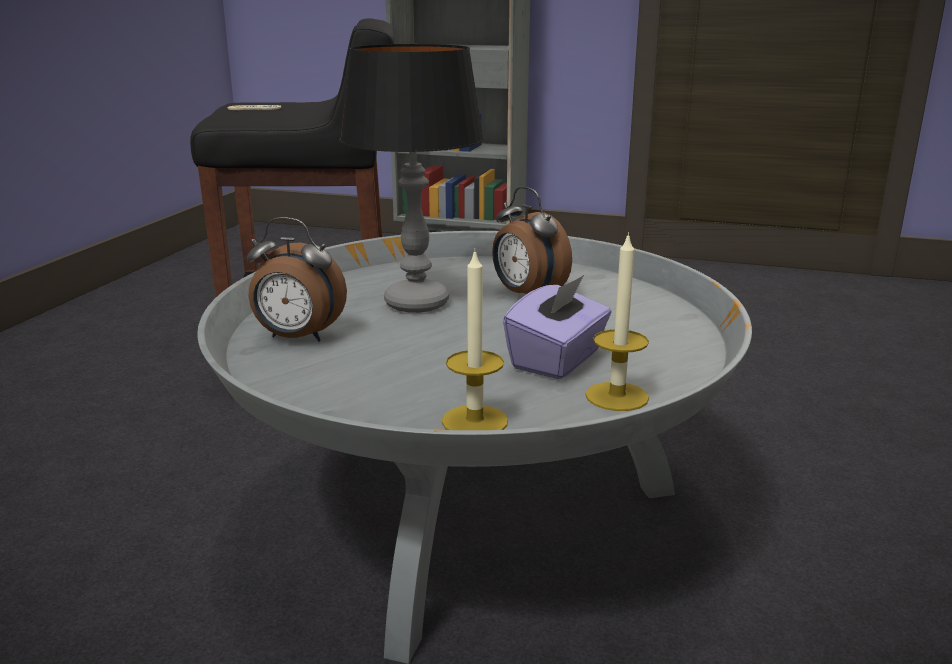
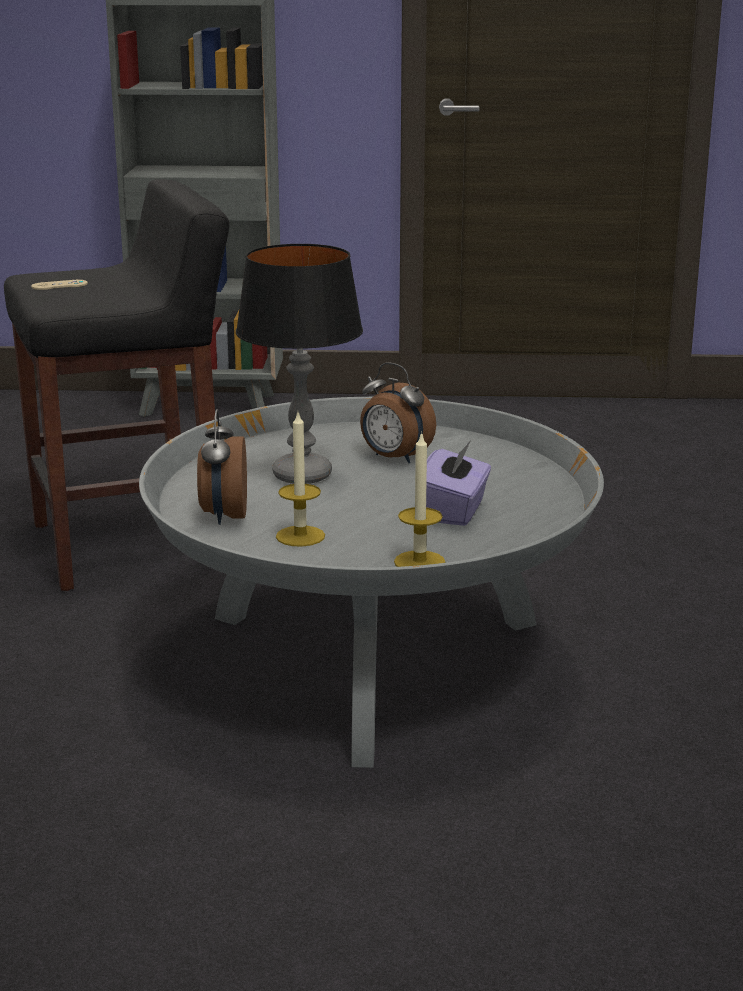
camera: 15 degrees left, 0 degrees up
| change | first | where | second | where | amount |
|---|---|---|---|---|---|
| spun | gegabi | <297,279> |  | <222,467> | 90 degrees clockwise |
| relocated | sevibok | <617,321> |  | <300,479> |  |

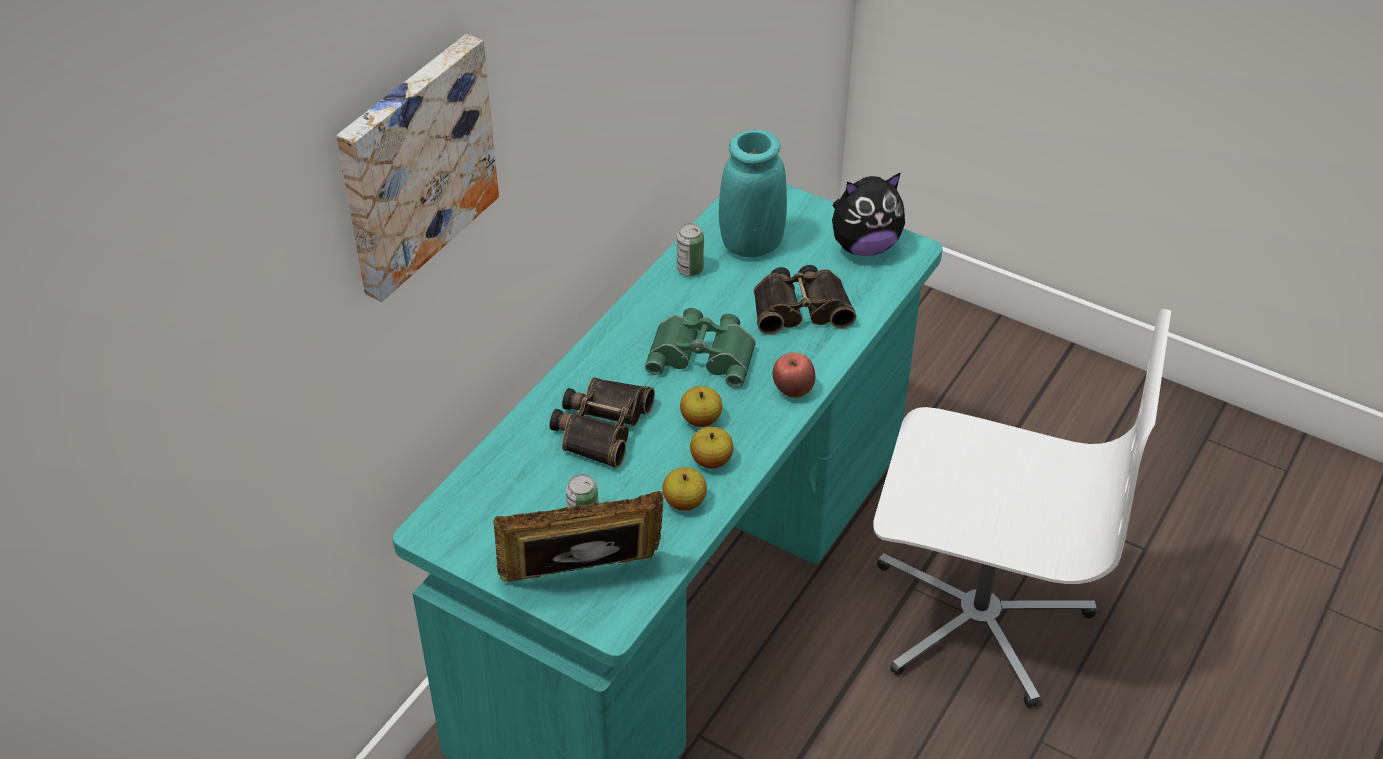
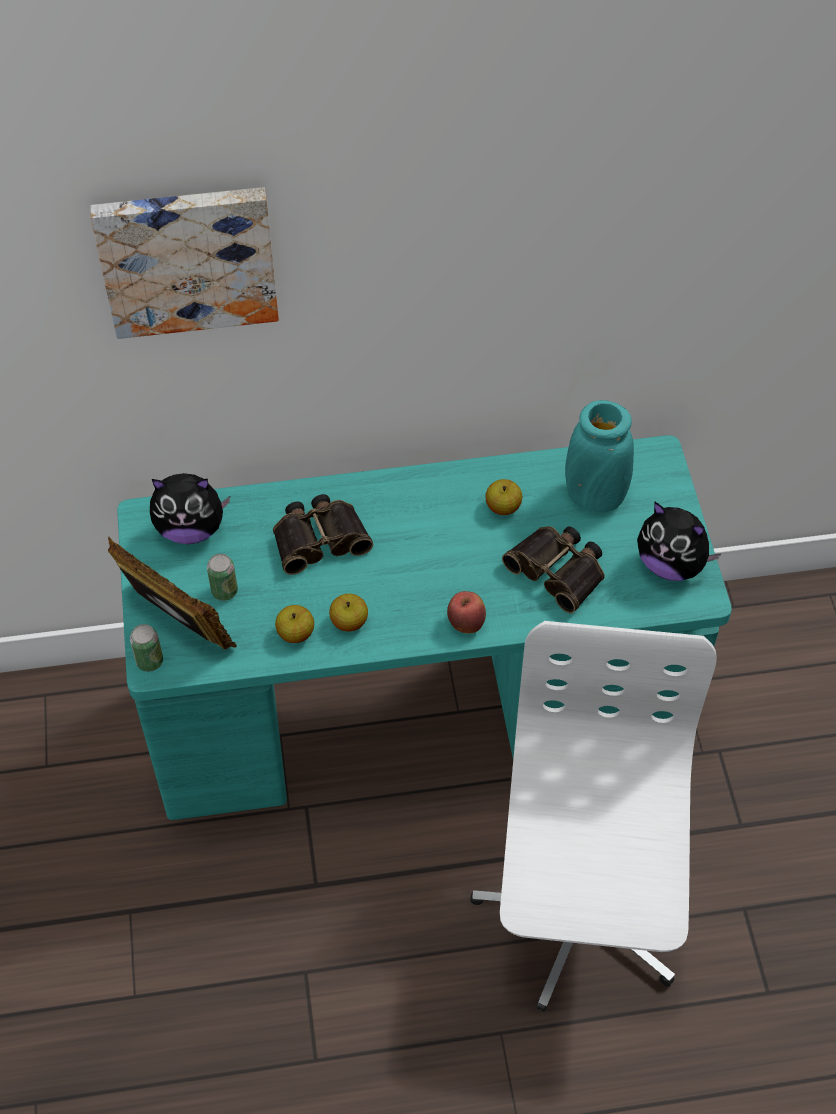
camera: 50 degrees right, 10 degrees up
| change | first | where | second | where | amount |
|---|---|---|---|---|---|
| missing | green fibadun | <700,348> |  |  |  |
| relocated | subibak | <690,249> |  | <146,648> |  |
| relocated | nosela | <701,406> |  | <504,497> |  |
| spun | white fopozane | <1022,508> |  | <593,816> | 150 degrees counterclockwise |
| appeared |  |  | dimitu | <190,508> |  |

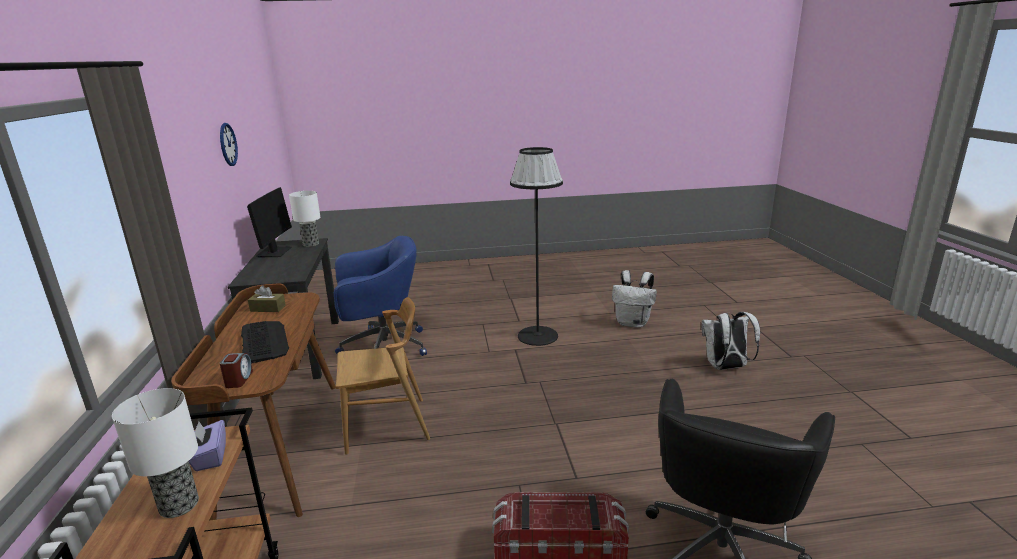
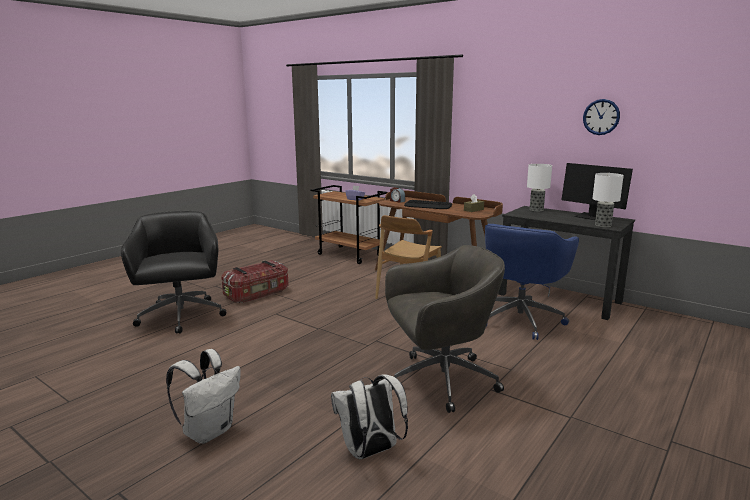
camera: 135 degrees right, 5 degrees down
| change | first | where | second | where | amount |
|---|---|---|---|---|---|
| relocated | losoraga | <155,453> |  | <539,187> |  |
| exchanged | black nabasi | <536,246> | grey fopozane | <445,329> |  |

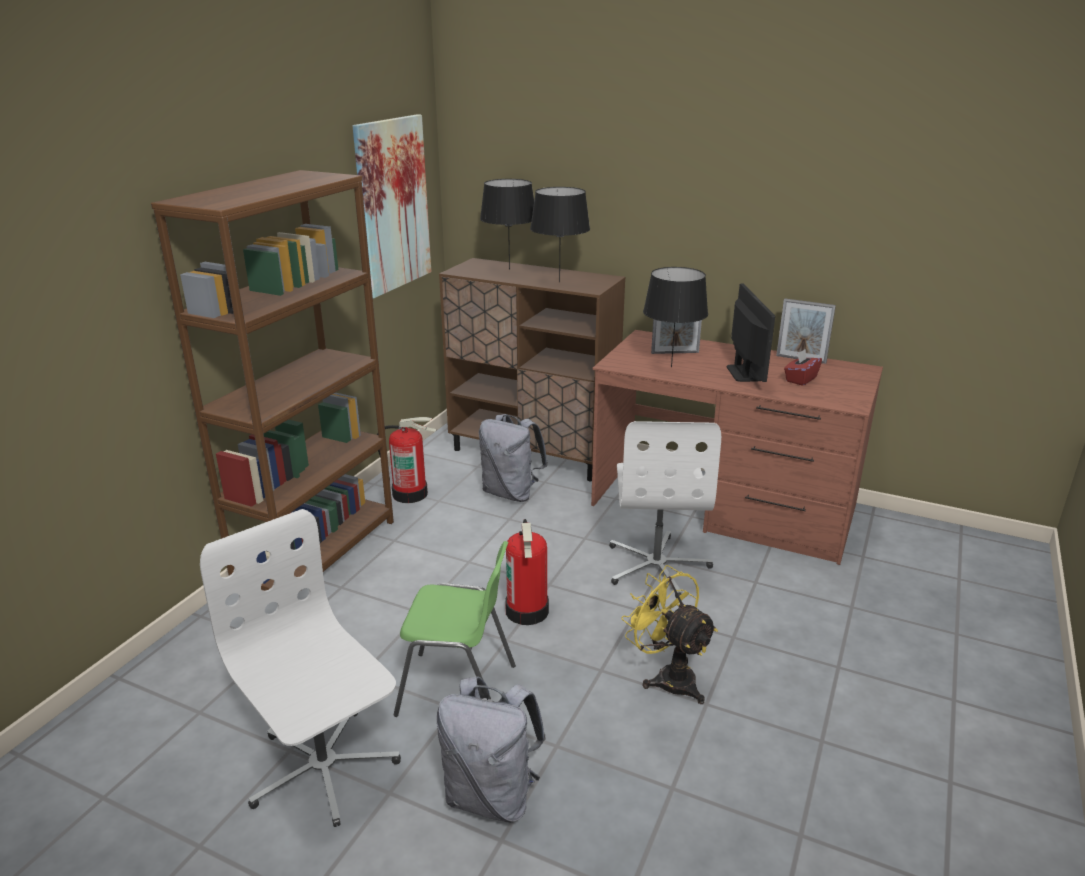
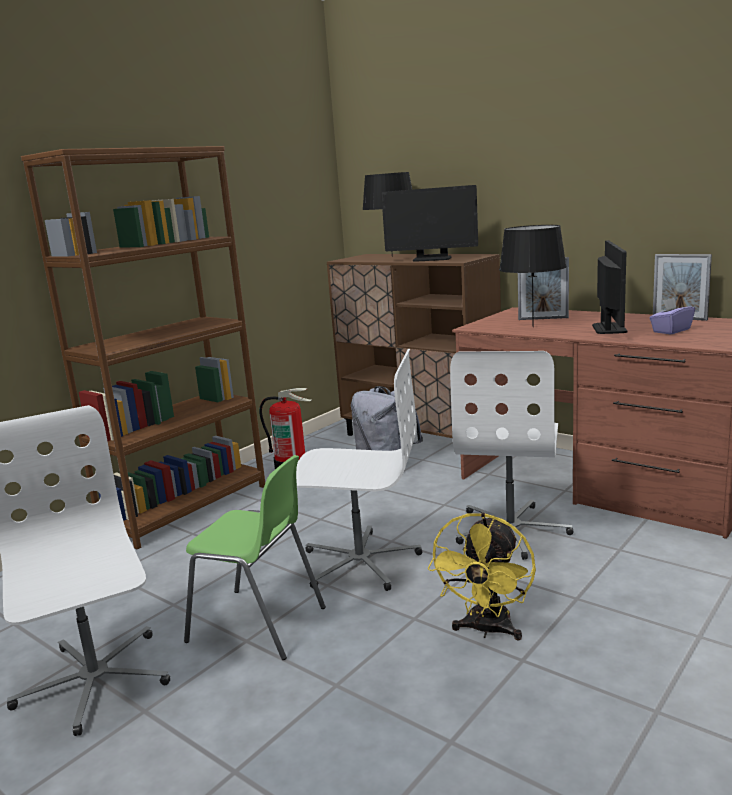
camera: 15 degrees right, 10 degrees down
| change | first | where | second | where | amount |
|---|---|---|---|---|---|
| missing | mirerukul | <392,206> |  |  |  |
| missing | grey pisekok | <491,749> |  |  |  |
| exchanged | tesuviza | <527,572> | white fopozane | <359,470> |  |
| exchanged | black losoraga | <560,234> | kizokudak | <429,223> |  |
| spun | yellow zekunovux | <669,634> |  | <482,577> | 135 degrees counterclockwise |
| colour | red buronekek | <803,368> | purple buronekek | <672,316> |  |

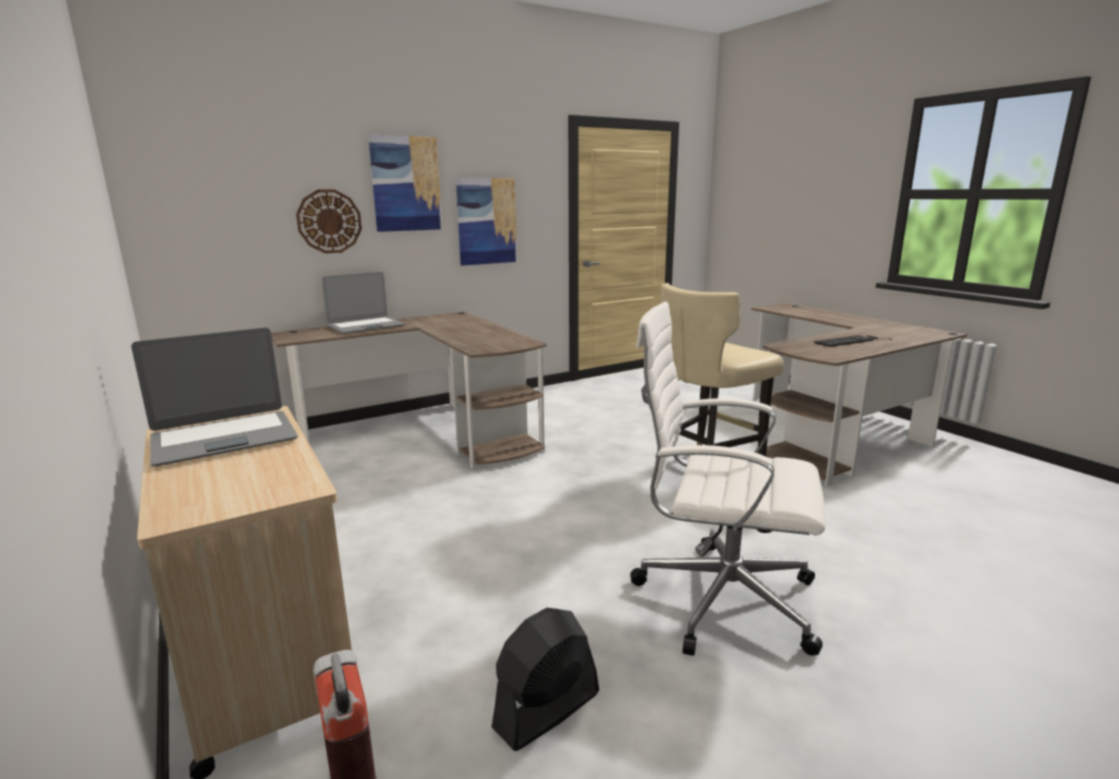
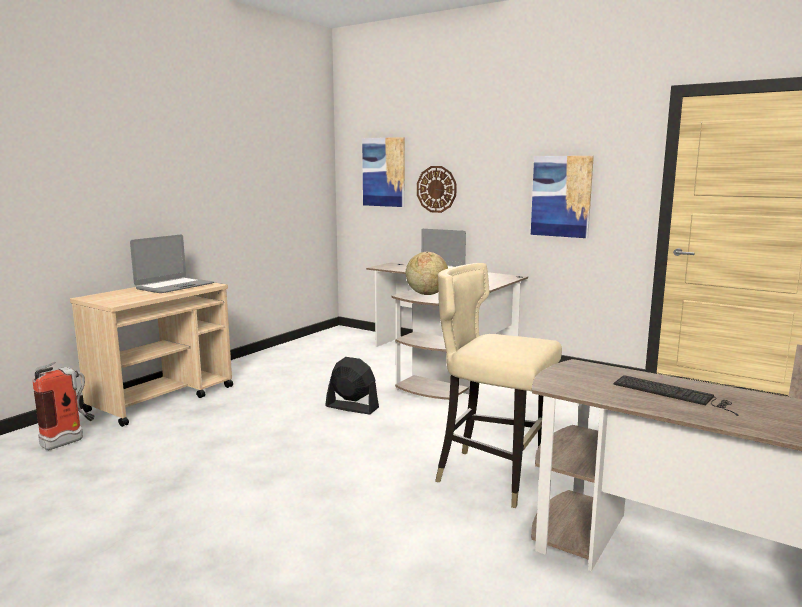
camera: 65 degrees right, 5 degrees down
| change | first | where | second | where | amount |
|---|---|---|---|---|---|
| spun | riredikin | <214,397> |  | <172,264> | 90 degrees counterclockwise |
| relocated | mirerukul | <405,183> |  | <383,172> |  |
| relocated | black zekunovux | <545,679> |  | <352,385> |  |
| missing | white fopozane | <727,479> |  |  |  |
| appeared |  |  | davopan | <427,273> |  |

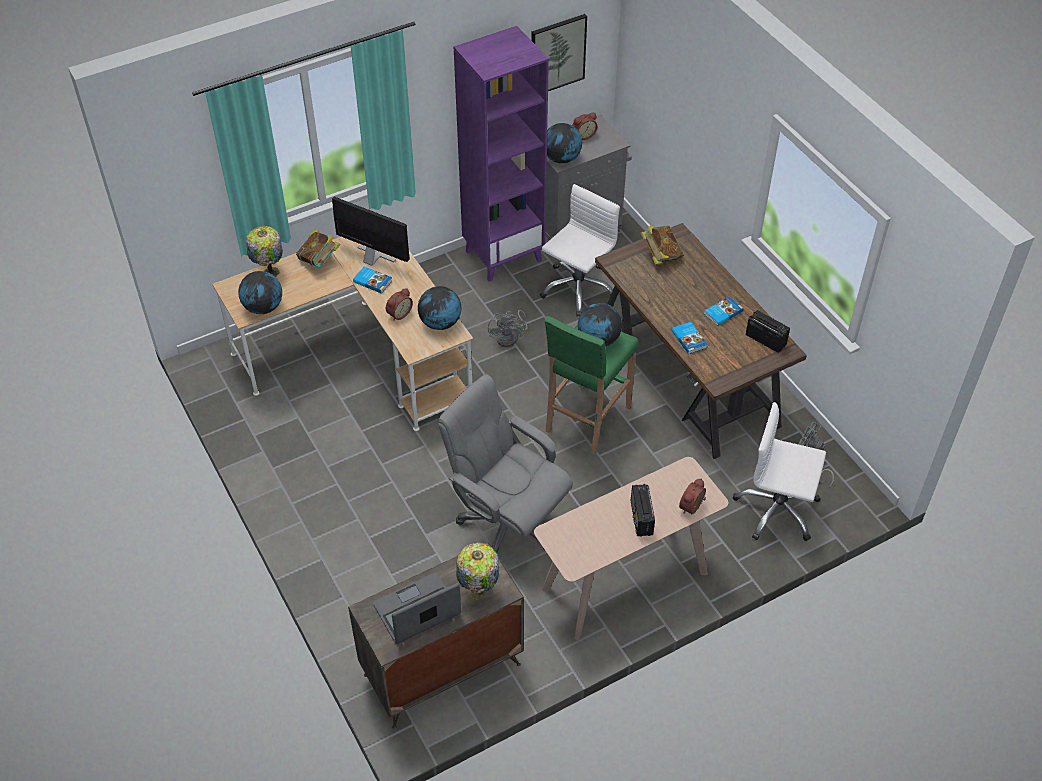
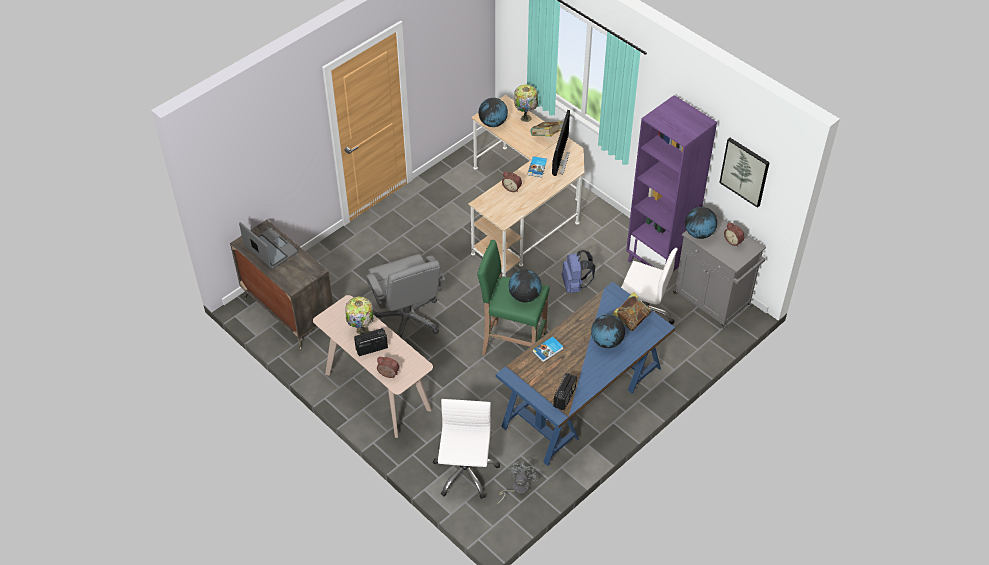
camera: 75 degrees right, 0 degrees up
| change | first | where | second | where | amount |
|---|---|---|---|---|---|
| relocated | davopan | <439,308> |  | <608,331> |  |
| spun | grey fopozane | <505,463> |  | <405,296> | 135 degrees clockwise |
| relocated | losoraga | <477,571> |  | <359,315> |  |
| exchanged | grey zekunovux | <508,328> | blue pisekok | <578,271> |  |
| colour | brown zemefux | <701,341> | blue zemefux | <585,374> |  |
| missing | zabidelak | <723,311> |  |  |  |

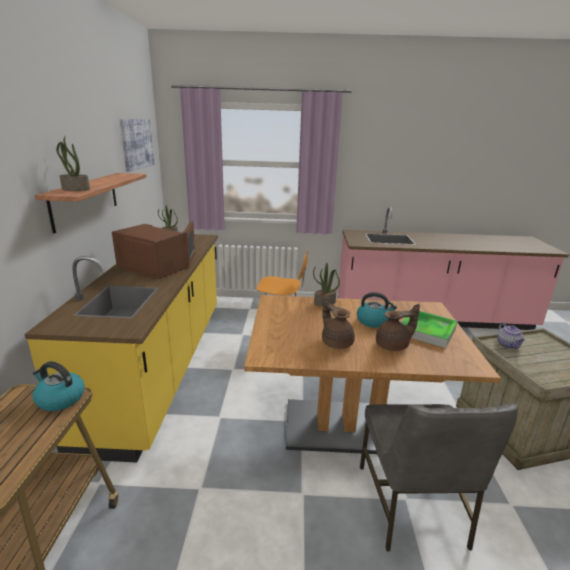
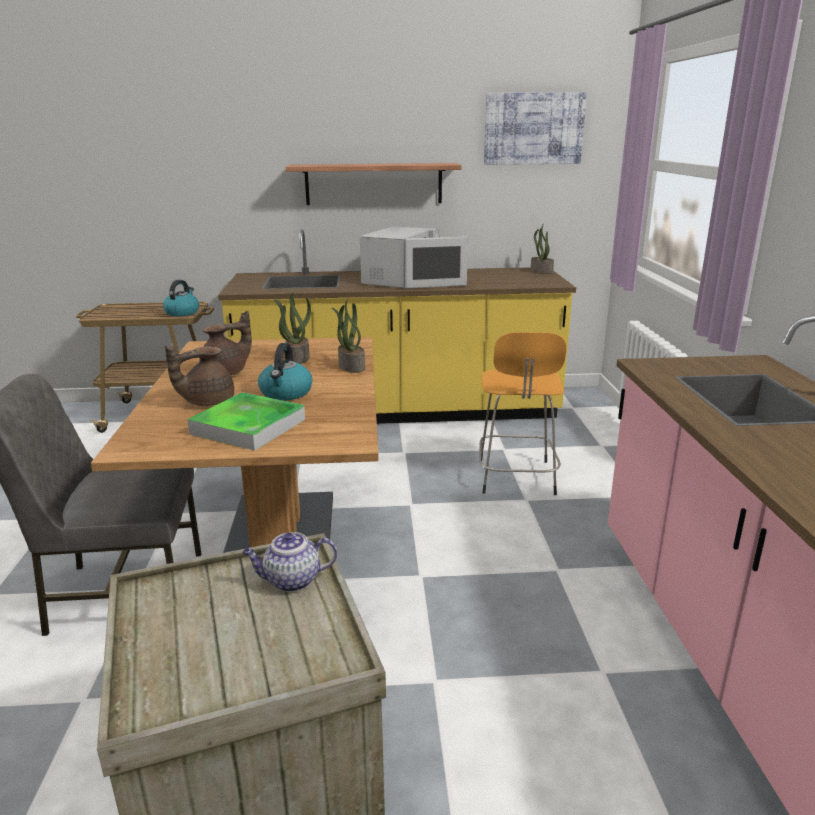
camera: 85 degrees right, 0 degrees up
| change | first | where | second | where | amount |
|---|---|---|---|---|---|
| relocated | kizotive | <73,163> |  | <292,328> |  |
| colour | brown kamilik | <153,250> | white kamilik | <414,257> |  |
| spun | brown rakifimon | <398,327> |  | <199,376> | 75 degrees clockwise |

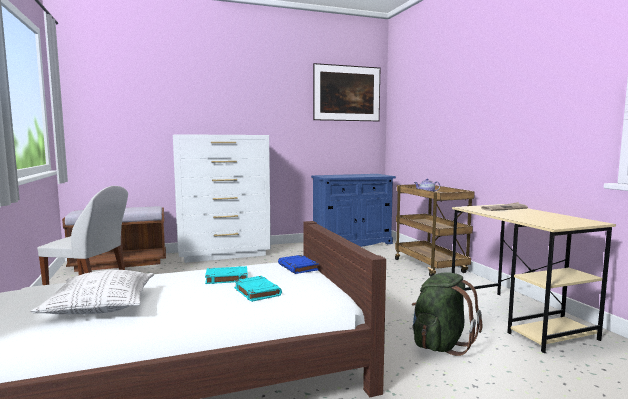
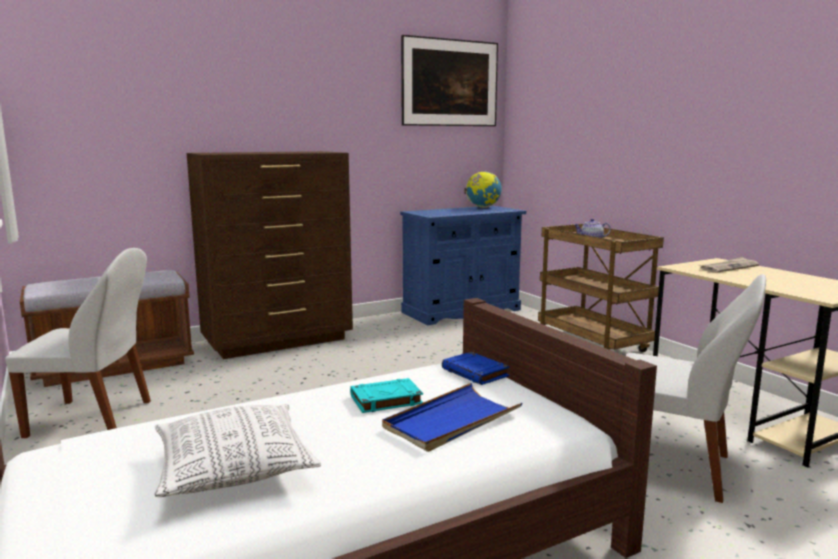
camera: 10 degrees left, 5 degrees up
| change | first | where | second | where | amount |
|---|---|---|---|---|---|
| colour | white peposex | <222,198> | brown peposex | <270,255> |  |
| exchanged | turquoise zabidelak | <258,289> | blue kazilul | <452,417> |  |
| exchanged | green pisekok | <447,314> | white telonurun | <696,388> |  |
| appeared |  |  | davopan | <483,190> |  |

